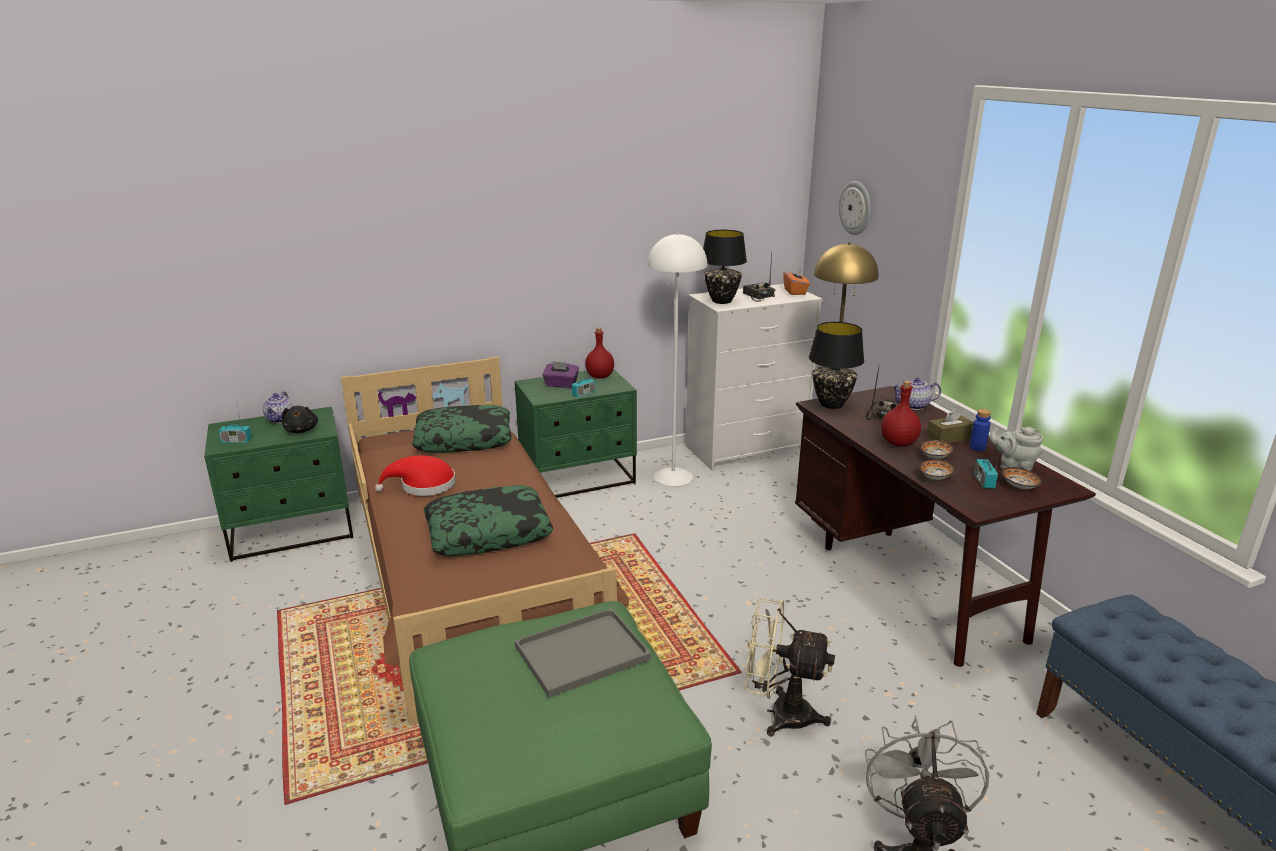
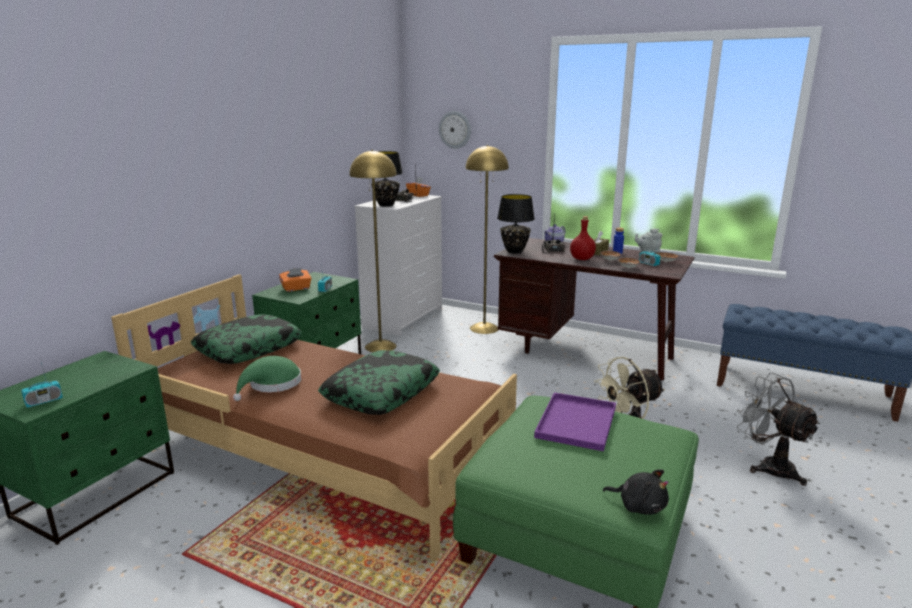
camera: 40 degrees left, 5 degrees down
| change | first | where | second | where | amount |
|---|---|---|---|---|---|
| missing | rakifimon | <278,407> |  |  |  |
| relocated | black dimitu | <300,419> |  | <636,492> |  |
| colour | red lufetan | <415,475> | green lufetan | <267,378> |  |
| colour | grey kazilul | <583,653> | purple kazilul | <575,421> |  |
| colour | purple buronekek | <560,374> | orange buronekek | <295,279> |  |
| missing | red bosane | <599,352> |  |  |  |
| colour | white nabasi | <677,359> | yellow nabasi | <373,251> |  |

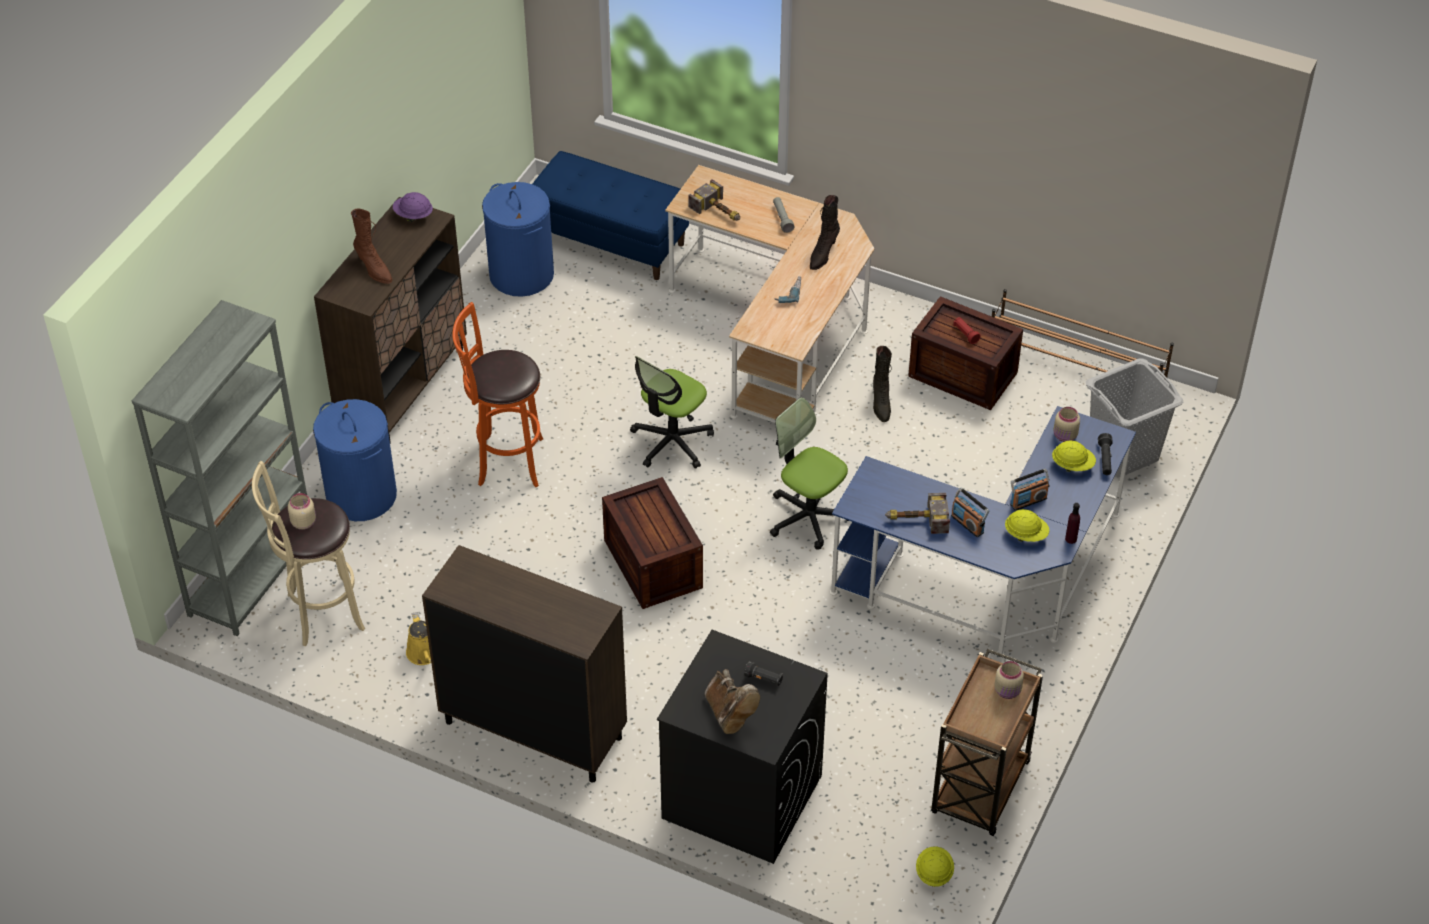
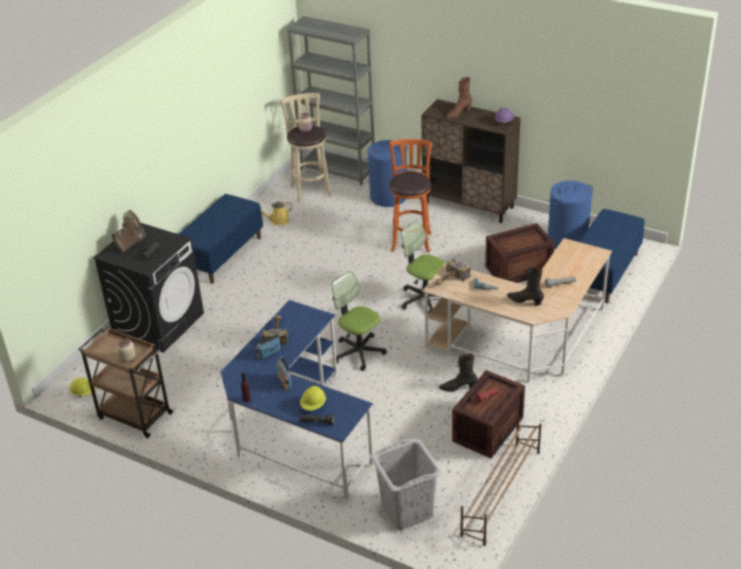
camera: 95 degrees right, 10 degrees down
| change | first | where | second | where | amount |
|---|---|---|---|---|---|
| exchanged | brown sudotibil | <524,664> | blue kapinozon | <221,239> |  |
| relocated | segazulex | <652,543> |  | <520,253> |  |
| relocated | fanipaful | <714,200> |  | <452,272> |  |
| spun | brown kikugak | <732,701> |  | <129,231> | 150 degrees clockwise |
| spun | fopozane | <809,473> |  | <359,321> | 90 degrees counterclockwise |
| missing | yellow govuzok | <1027,525> |  |  |  |
| missing | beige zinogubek | <1066,424> |  |  |  |

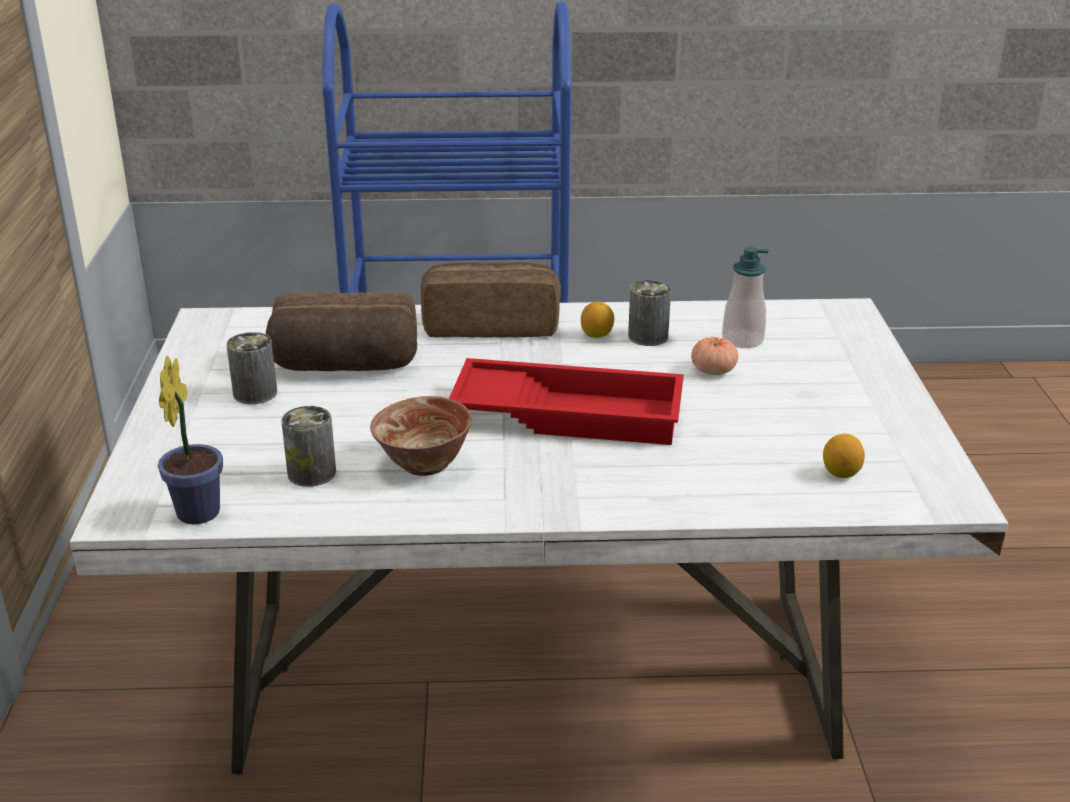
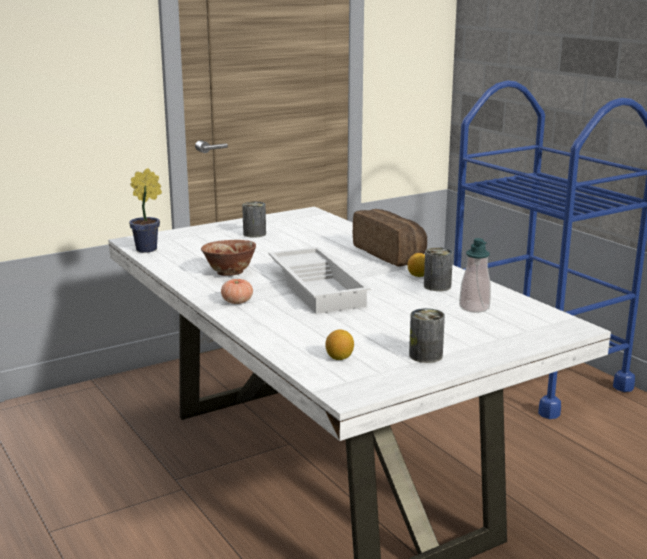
camera: 60 degrees right, 10 degrees down
| change | first | where | second | where | amount |
|---|---|---|---|---|---|
| missing | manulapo | <341,332> |  |  |  |
| relocated | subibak | <308,446> |  | <427,335> |  |
| colour | red kazilul | <566,401> | white kazilul | <319,280> |  |
| relocated | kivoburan | <714,356> |  | <237,291> |  |

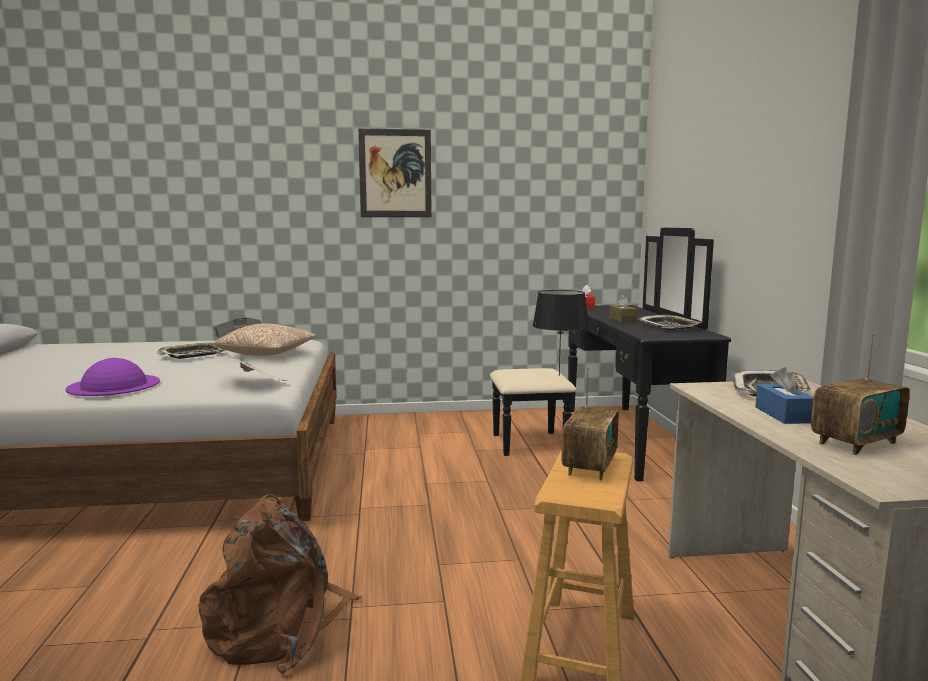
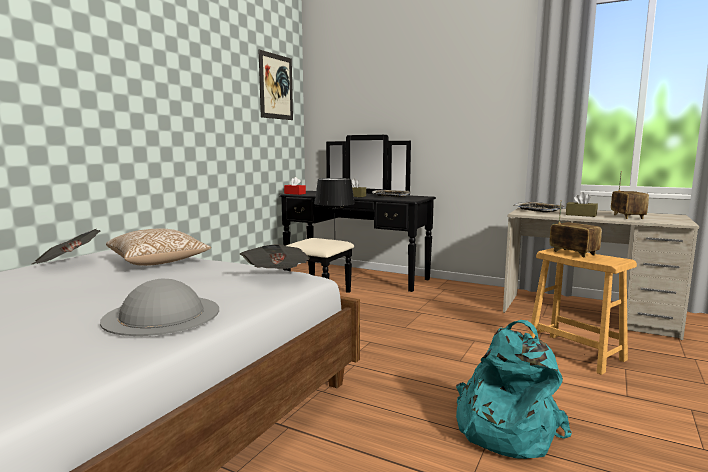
camera: 55 degrees left, 0 degrees up
| change | first | where | second | where | amount |
|---|---|---|---|---|---|
| colour | purple lufetan | <113,377> | grey lufetan | <159,307> |  |
| missing | kazilul | <191,350> |  |  |  |
| colour | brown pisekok | <280,584> | turquoise pisekok | <514,389> |  |
| relocated | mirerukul | <395,173> |  | <275,85> |  |
| colour | blue buronekek | <784,395> | brown buronekek | <582,204> |  |

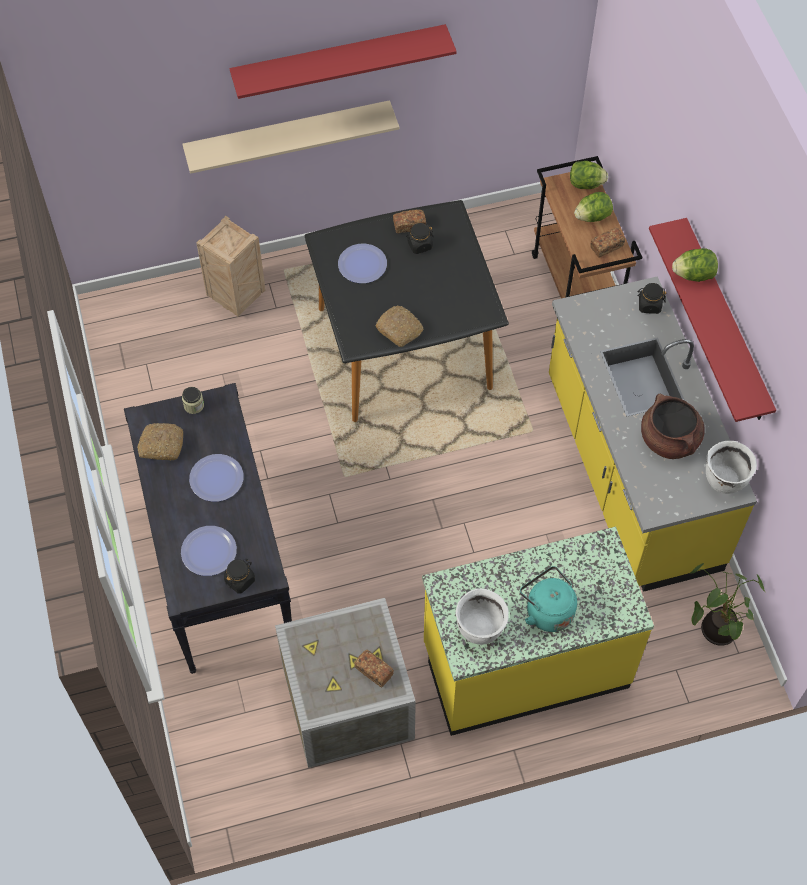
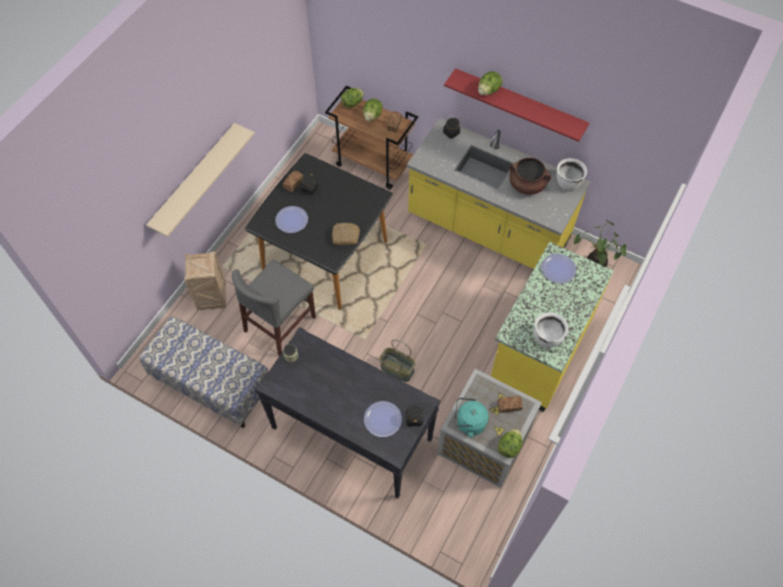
camera: 45 degrees left, 0 degrees up
| change | first | where | second | where | amount |
|---|---|---|---|---|---|
| missing | manulapo | <160,442> |  |  |  |
| relocated | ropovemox | <216,478> |  | <558,268> |  |
| missing | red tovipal | <343,61> |  |  |  |
| relocated | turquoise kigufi | <548,599> |  | <471,418> |  |
| appeared |  |  | kapinozon | <203,372> |  |
| appeared |  |  | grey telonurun | <274,308> |  |
| appeared |  |  | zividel | <397,361> |  |
| appeared |  |  | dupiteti | <510,443> |  |

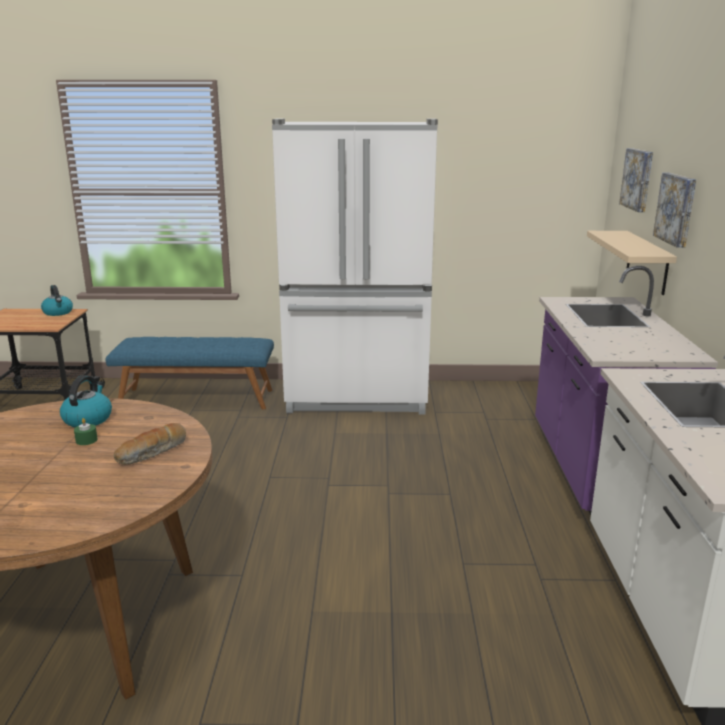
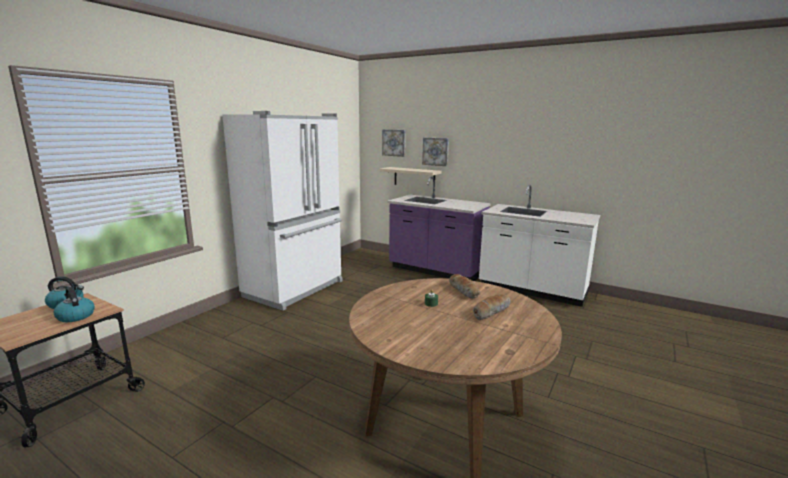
camera: 60 degrees left, 5 degrees down
| change | first | where | second | where | amount |
|---|---|---|---|---|---|
| relocated | kigufi | <86,401> |  | <74,304> |  |
| missing | blue kapinozon | <189,373> |  |  |  |
| appeared |  |  | manulapo | <492,307> |  |

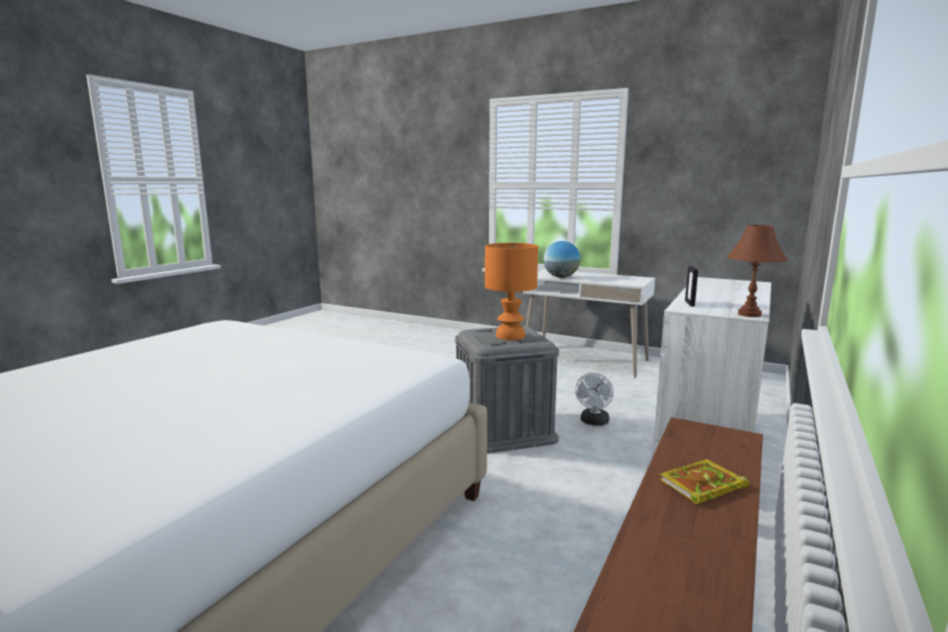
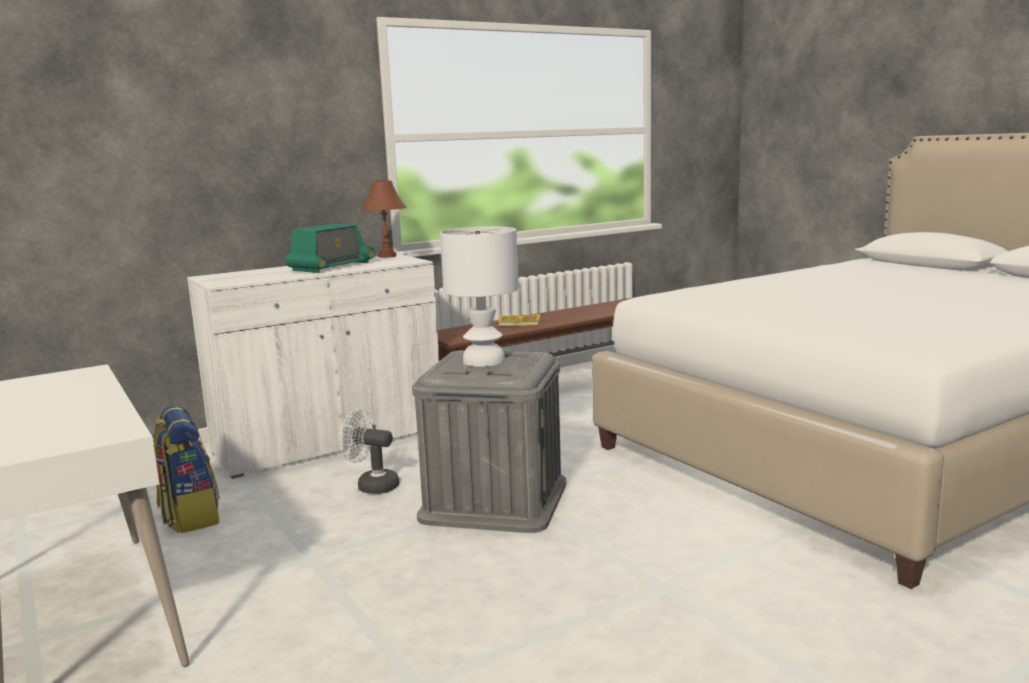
camera: 150 degrees left, 0 degrees up
| change | first | where | second | where | amount |
|---|---|---|---|---|---|
| colour | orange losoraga | <511,291> | white losoraga | <479,297> |  |
| missing | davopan | <562,259> |  |  |  |
| spun | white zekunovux | <594,399> |  | <369,451> | 120 degrees counterclockwise |
| missing | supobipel | <691,286> |  |  |  |
| appeared |  |  | pisekok | <186,469> |  |
| appeared |  |  | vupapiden | <330,248> |  |

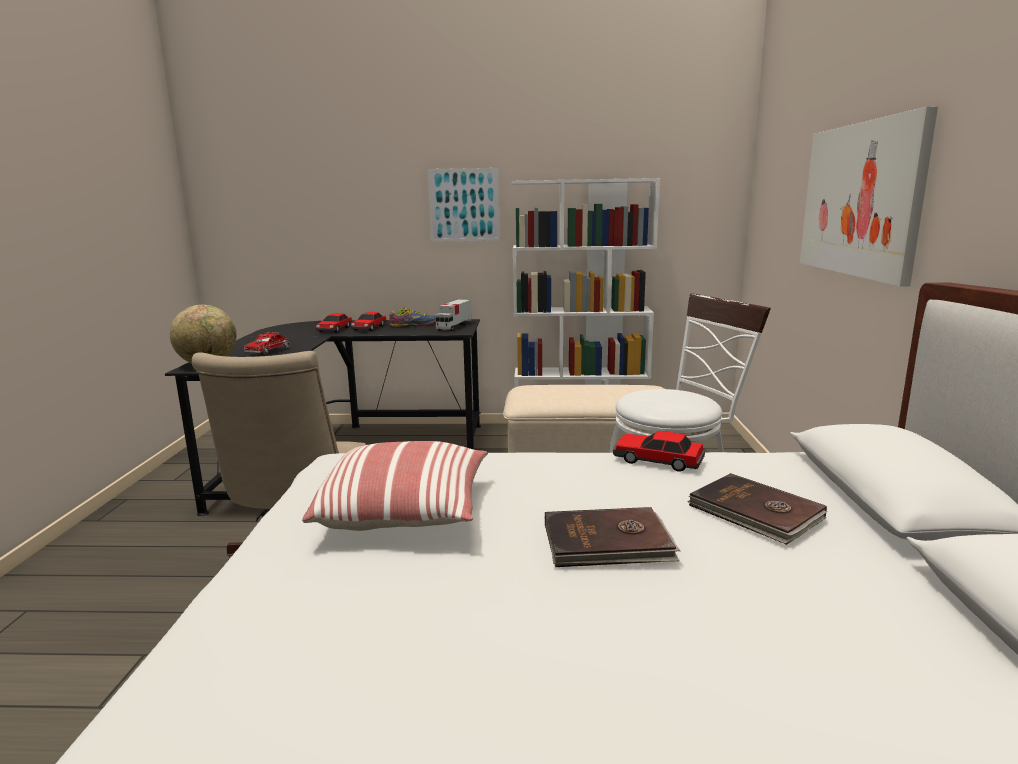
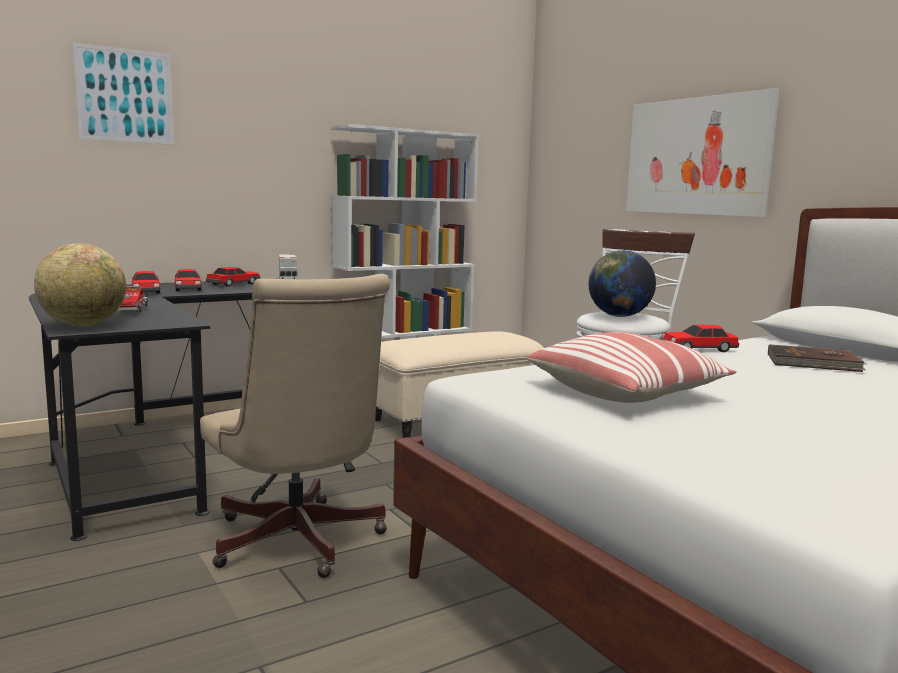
camera: 35 degrees left, 5 degrees down
| change | first | where | second | where | amount |
|---|---|---|---|---|---|
| exchanged | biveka | <412,317> | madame | <233,277> |  |
| relocated | mirerukul | <463,205> |  | <123,94> |  |
| missing | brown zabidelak | <613,537> |  |  |  |
| appeared |  |  | davopan | <622,283> |  |

